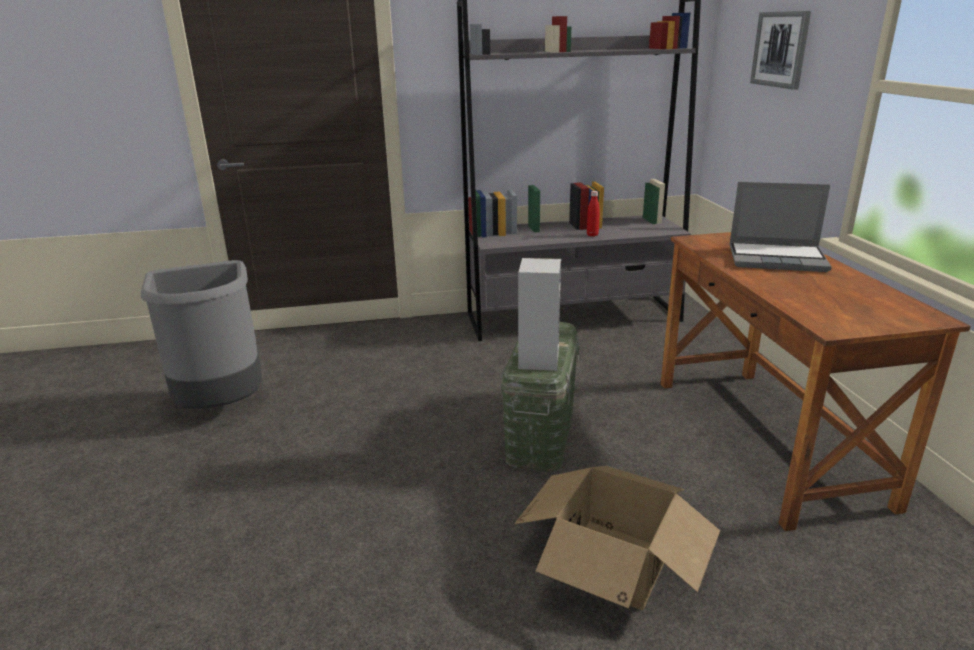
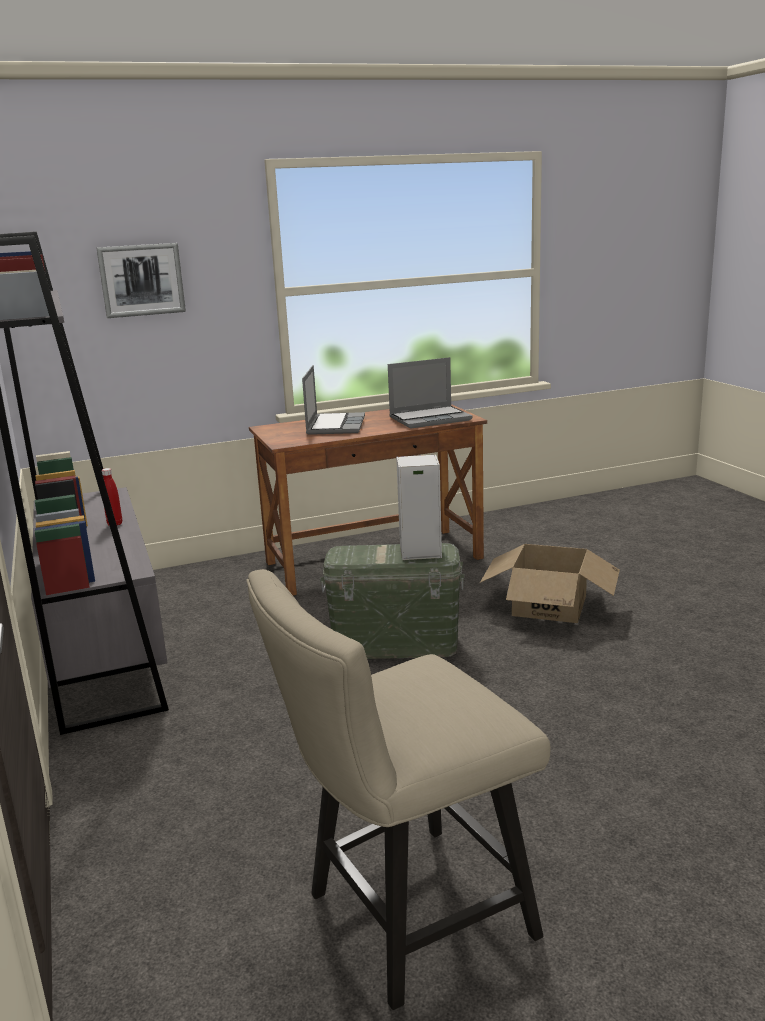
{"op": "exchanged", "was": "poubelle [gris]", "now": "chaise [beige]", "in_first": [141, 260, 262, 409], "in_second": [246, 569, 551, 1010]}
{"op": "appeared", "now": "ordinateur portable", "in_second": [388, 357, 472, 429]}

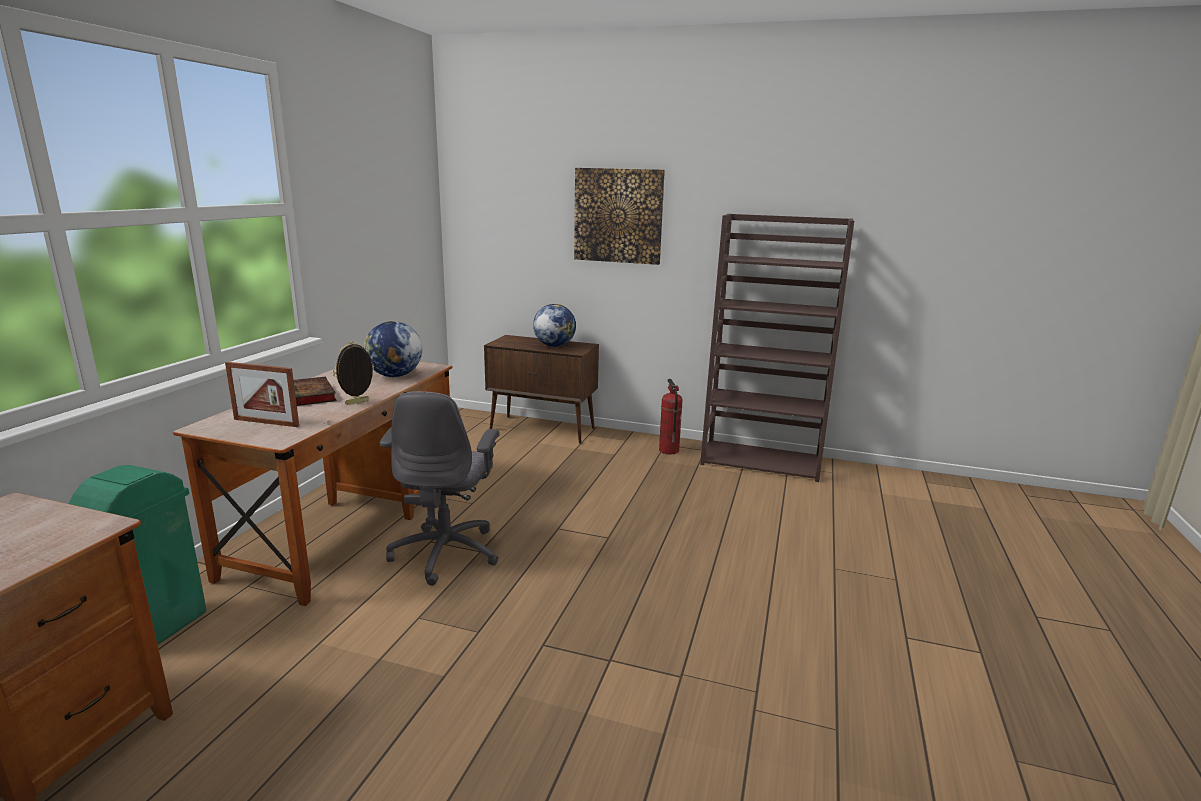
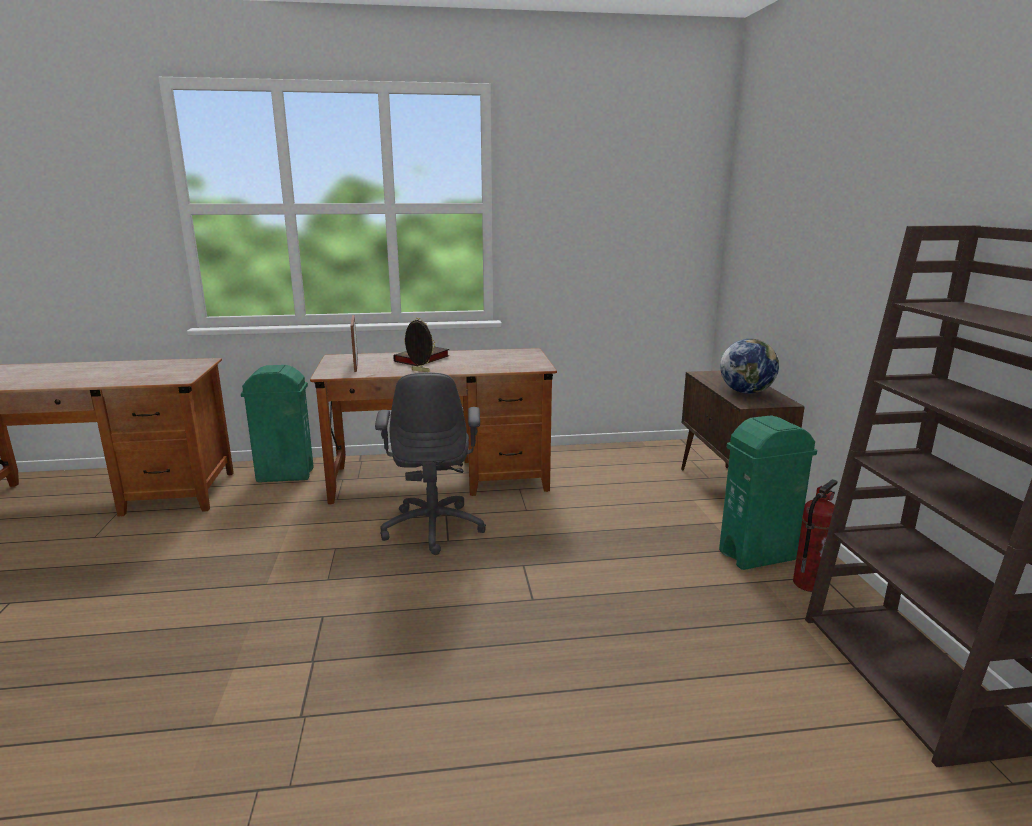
{"op": "missing", "was": "tableau", "in_first": [574, 168, 665, 265]}
{"op": "missing", "was": "globe", "in_first": [363, 321, 422, 377]}
{"op": "spun", "was": "chaise de bureau [gris]", "in_first": [380, 391, 499, 586], "in_second": [375, 372, 486, 555], "clockwise": -75}
{"op": "appeared", "now": "poubelle [vert]", "in_second": [719, 415, 817, 570]}

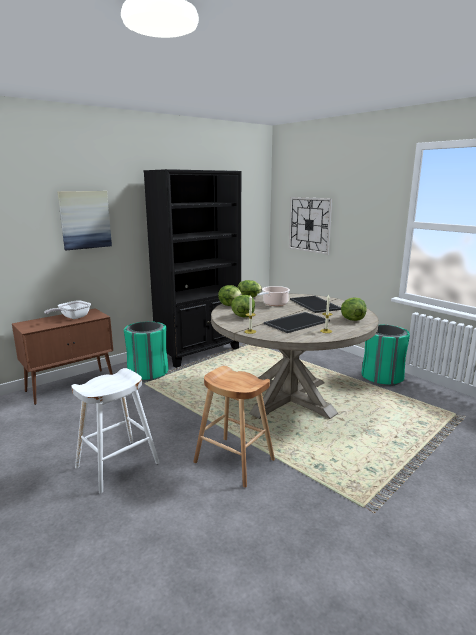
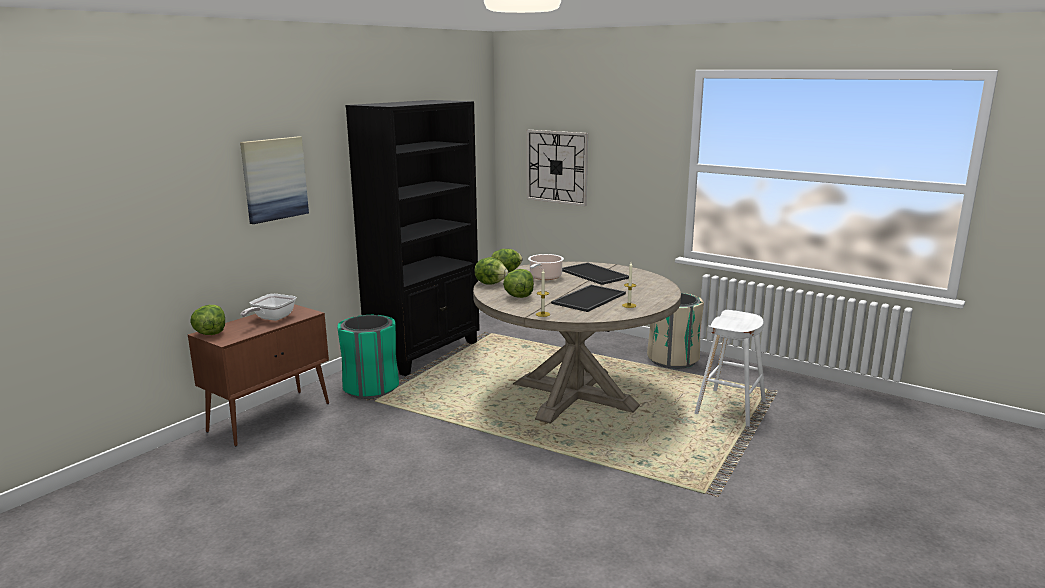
{"op": "relocated", "was": "laitue", "in_first": [341, 297, 367, 321], "in_second": [190, 305, 225, 335]}
{"op": "colour", "was": "poubelle [vert]", "now": "poubelle [beige]", "in_first": [361, 324, 410, 386], "in_second": [647, 293, 704, 369]}
{"op": "missing", "was": "tabouret [marron]", "in_first": [193, 366, 275, 488]}
{"op": "relocated", "was": "tabouret [blanc]", "in_first": [71, 368, 160, 493], "in_second": [695, 310, 766, 427]}

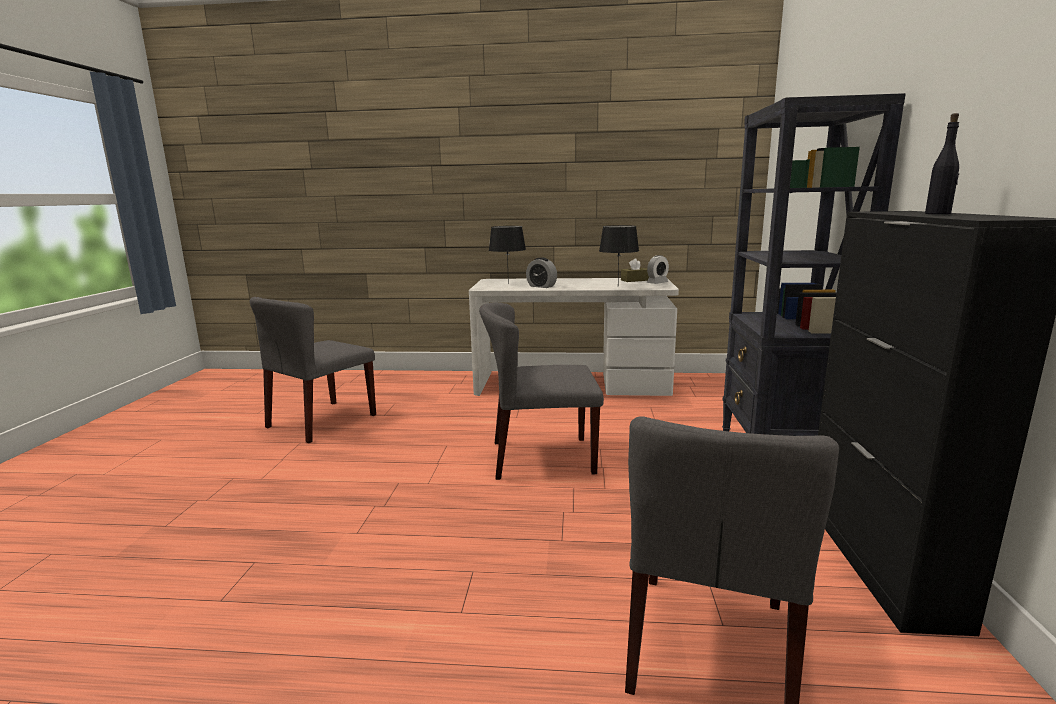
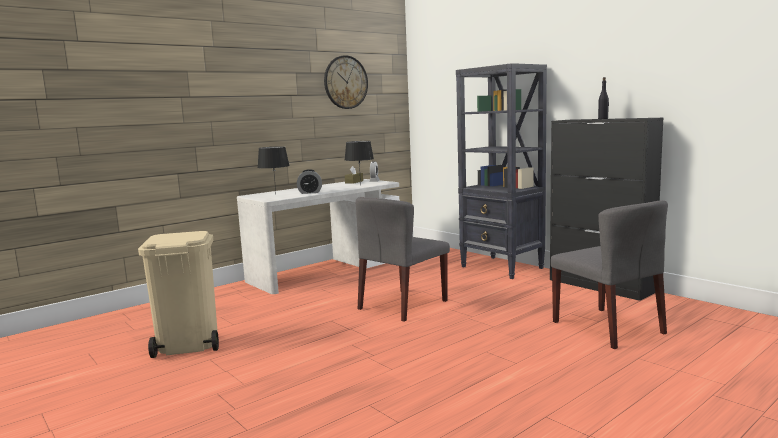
{"op": "exchanged", "was": "chaise [gris]", "now": "poubelle [beige]", "in_first": [250, 297, 376, 443], "in_second": [138, 231, 219, 358]}
{"op": "appeared", "now": "horloge murale", "in_second": [324, 55, 368, 109]}

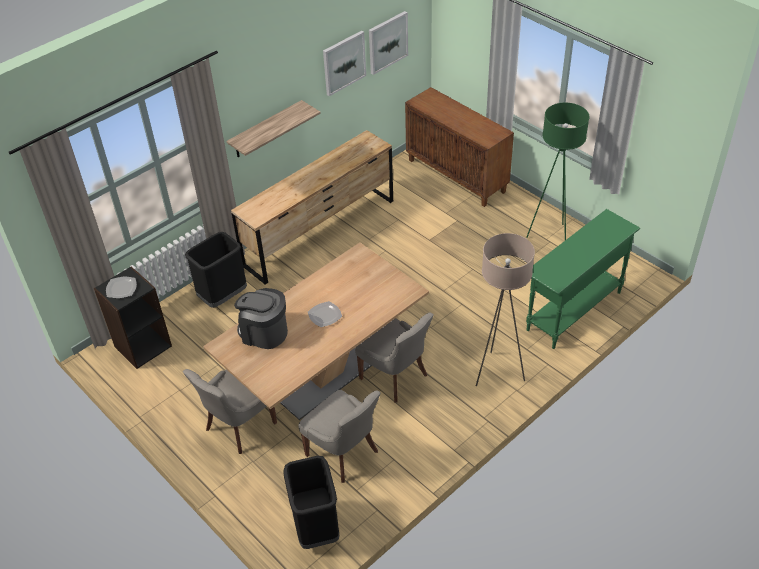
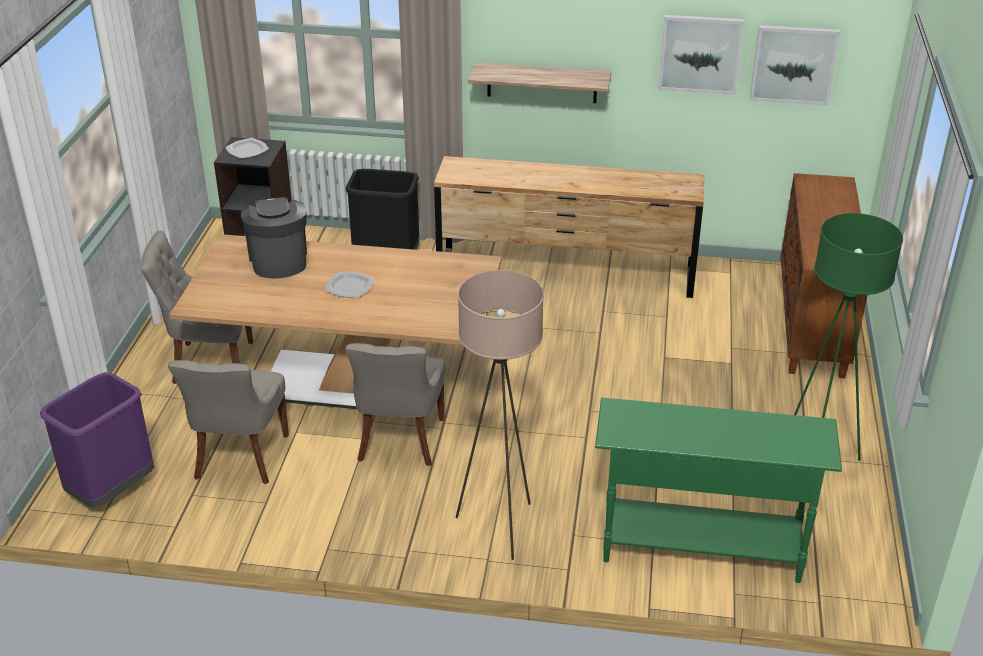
{"op": "colour", "was": "poubelle [noir]", "now": "poubelle [violet]", "in_first": [283, 456, 339, 549], "in_second": [40, 372, 154, 508]}

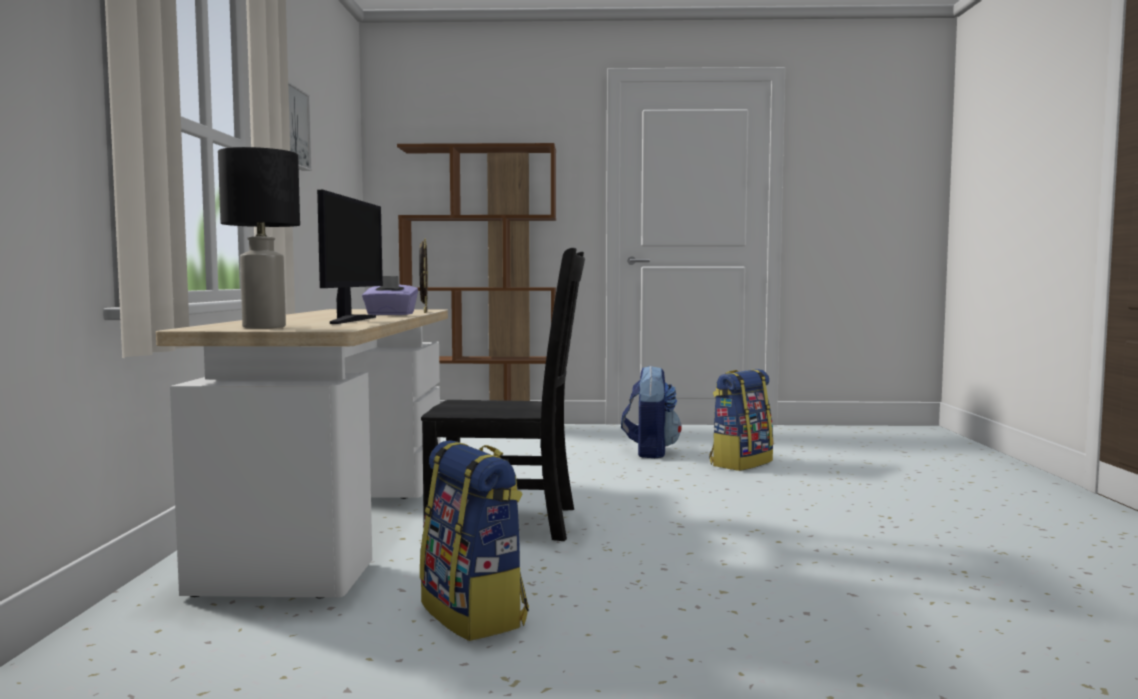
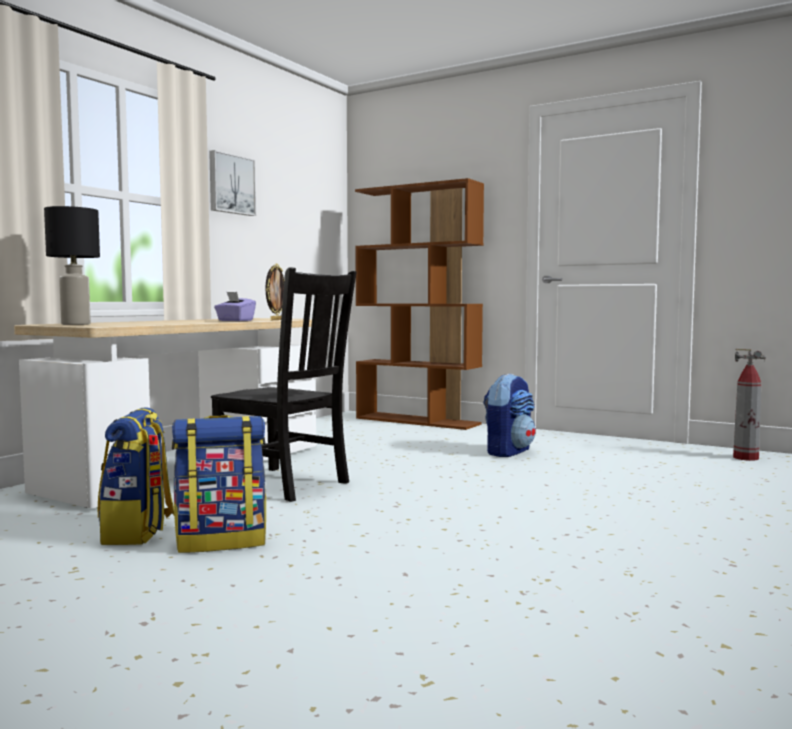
{"op": "missing", "was": "écran d'ordinateur", "in_first": [317, 190, 383, 324]}
{"op": "relocated", "was": "sac à dos", "in_first": [709, 369, 774, 471], "in_second": [172, 415, 266, 553]}
{"op": "appeared", "now": "extincteur", "in_second": [733, 349, 766, 461]}

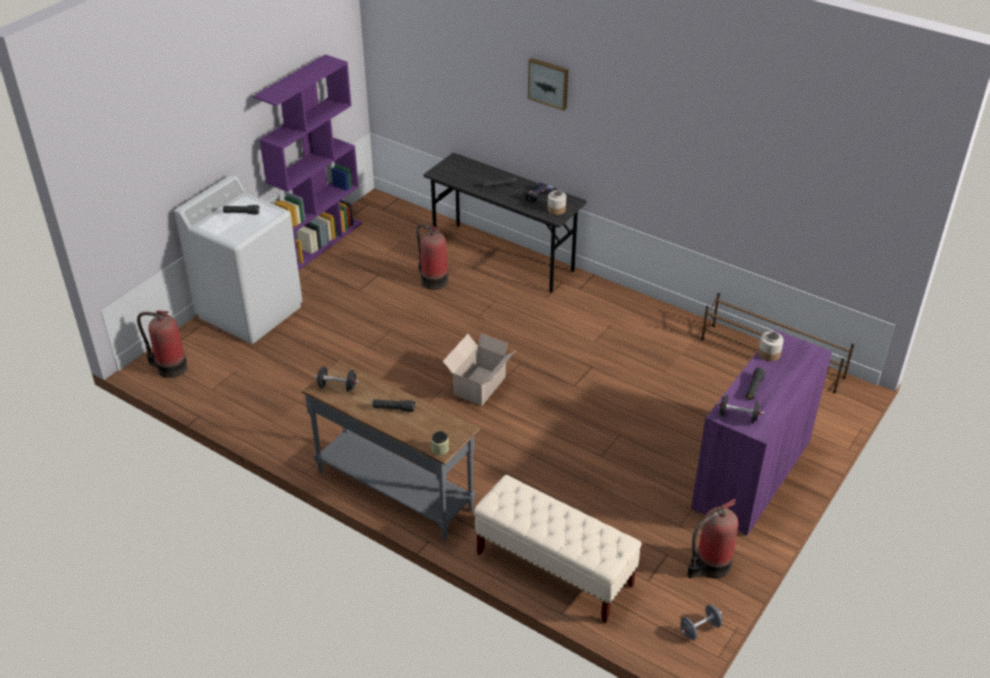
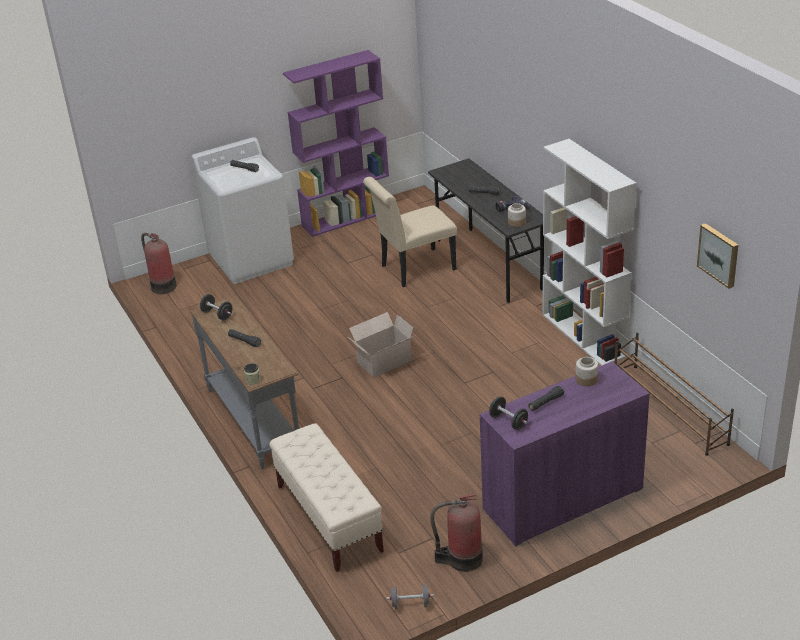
{"op": "relocated", "was": "tableau", "in_first": [528, 58, 568, 111], "in_second": [697, 223, 738, 289]}
{"op": "exchanged", "was": "extincteur", "now": "chaise [beige]", "in_first": [416, 223, 448, 290], "in_second": [363, 177, 457, 287]}
{"op": "appeared", "now": "bibliothèque [blanc]", "in_second": [542, 139, 636, 365]}

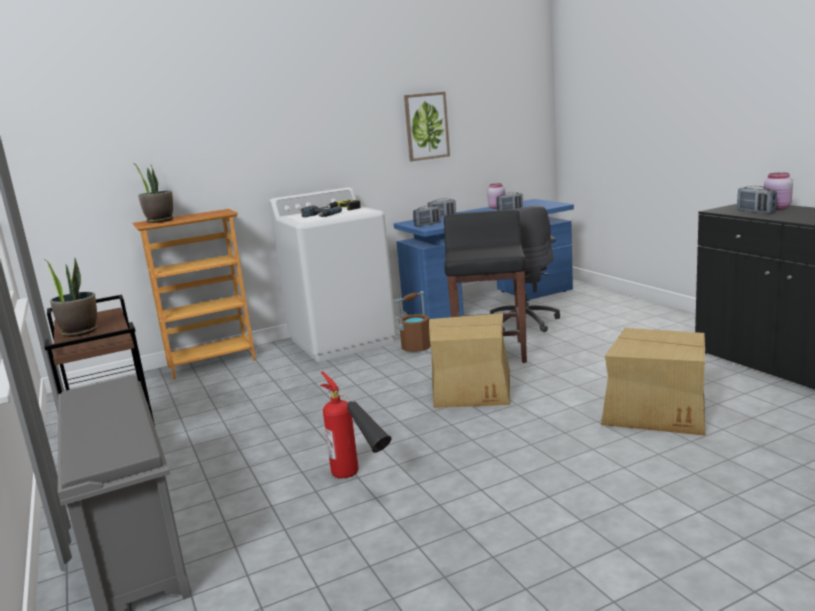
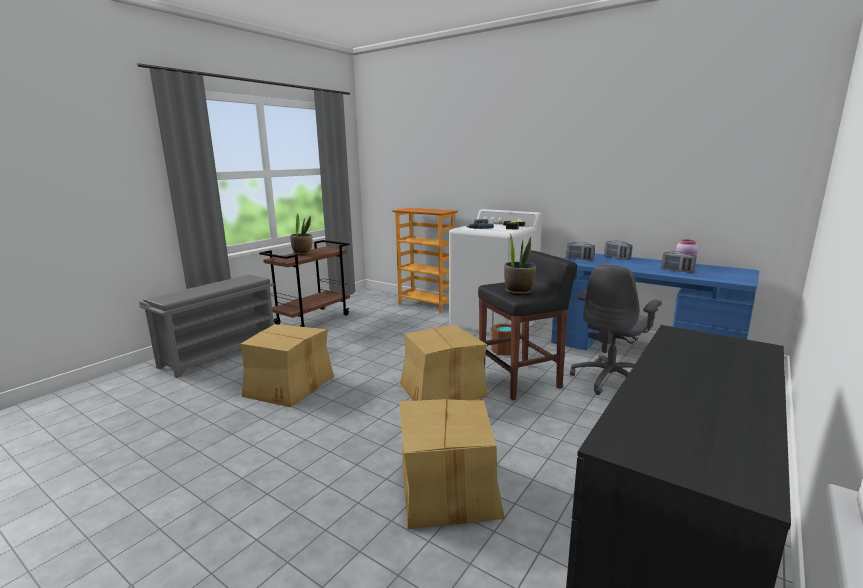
{"op": "missing", "was": "tableau", "in_first": [404, 92, 450, 161]}
{"op": "relocated", "was": "plante en pot", "in_first": [134, 163, 173, 223], "in_second": [504, 234, 536, 295]}
{"op": "missing", "was": "bocal [rose]", "in_first": [763, 172, 793, 210]}
{"op": "missing", "was": "radio", "in_first": [737, 186, 777, 214]}
{"op": "exchanged", "was": "extincteur", "now": "carton", "in_first": [320, 371, 391, 478], "in_second": [240, 324, 334, 407]}

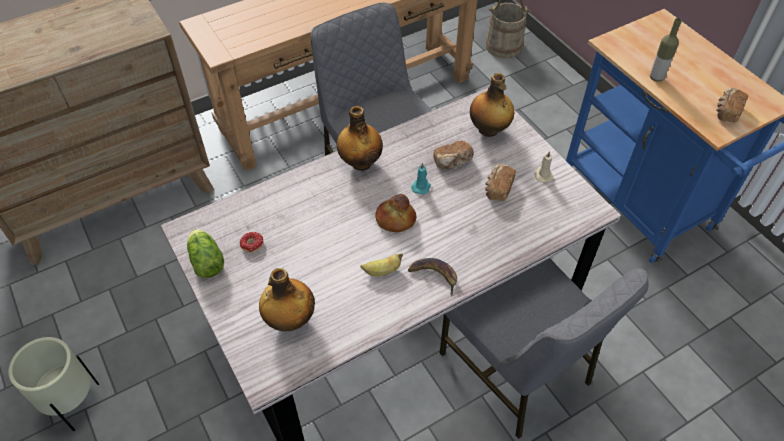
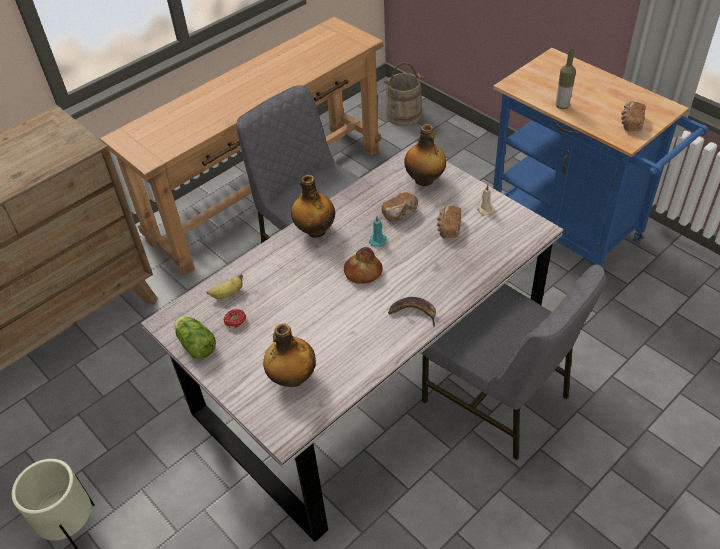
{"op": "relocated", "was": "banane", "in_first": [360, 253, 403, 276], "in_second": [206, 274, 243, 299]}

